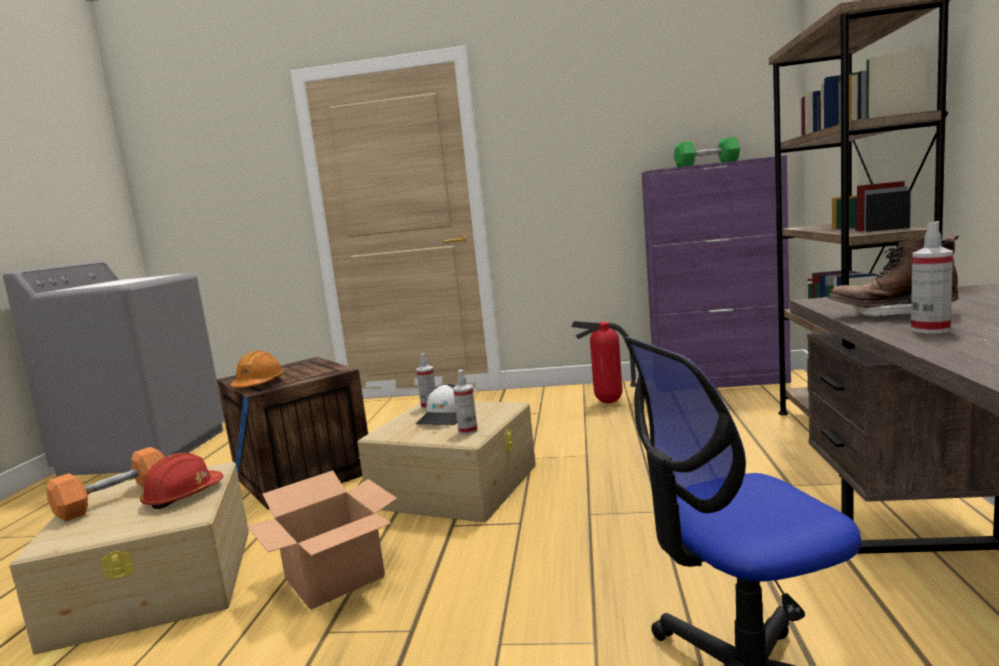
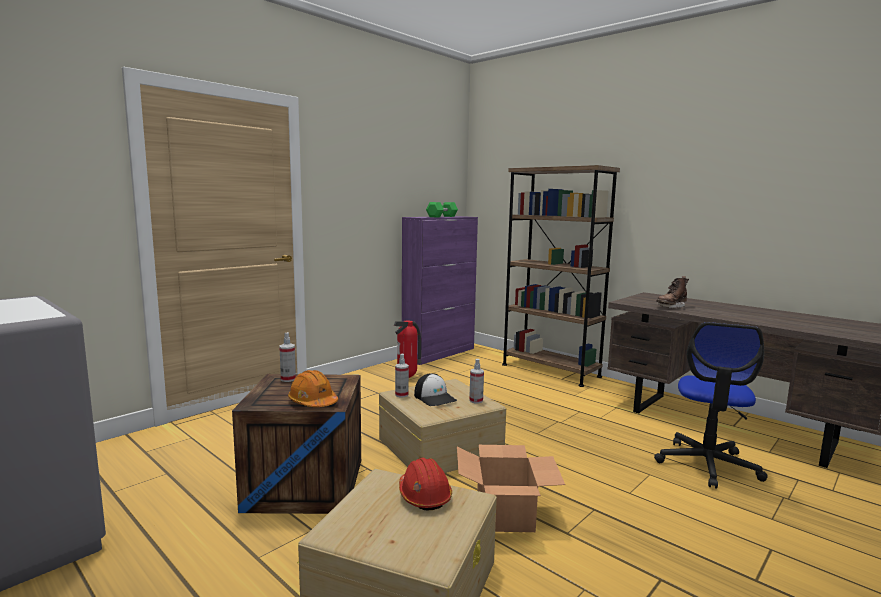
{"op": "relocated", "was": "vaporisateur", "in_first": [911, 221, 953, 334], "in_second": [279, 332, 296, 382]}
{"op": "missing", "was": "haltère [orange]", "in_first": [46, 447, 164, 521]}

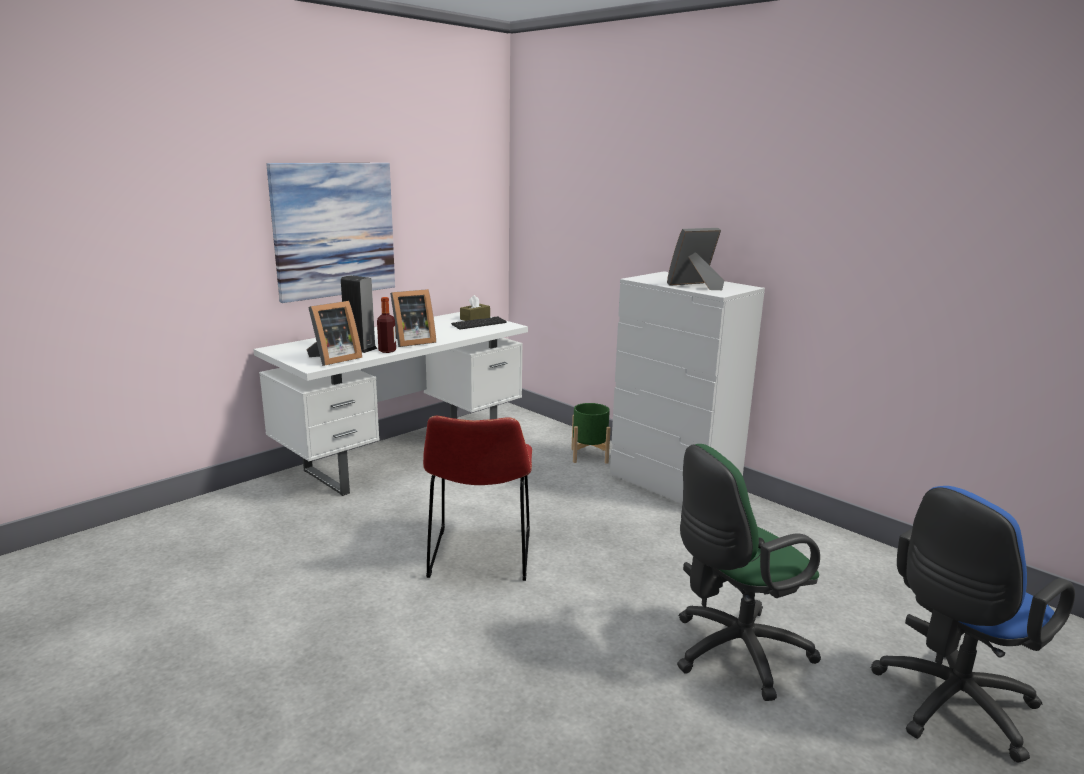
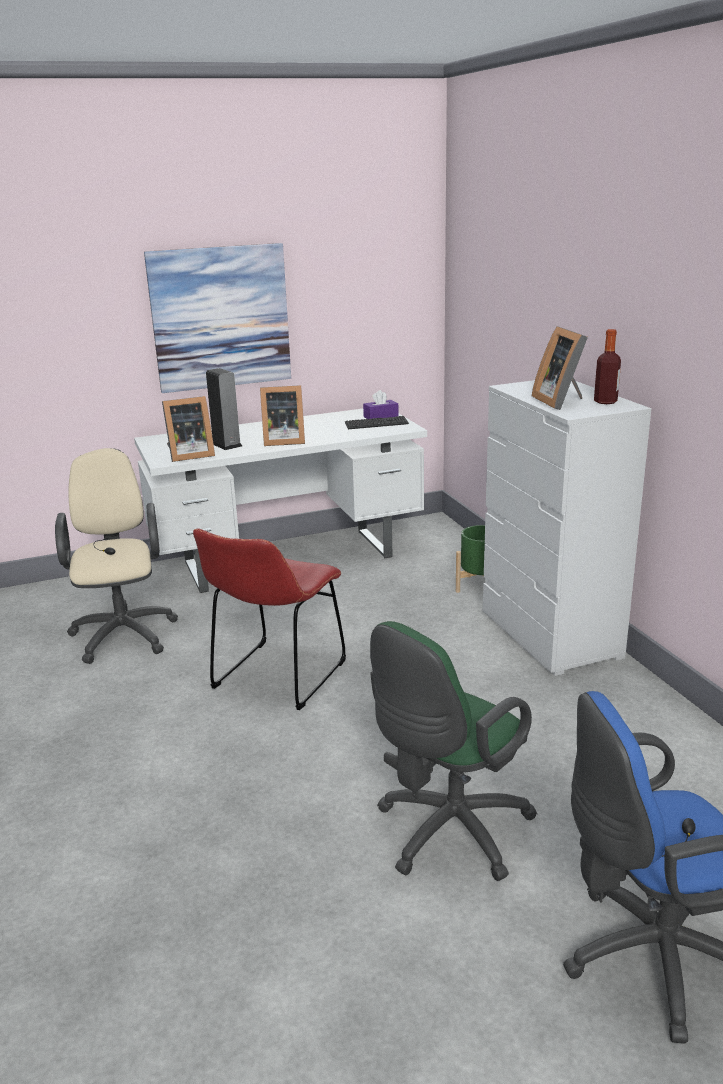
{"op": "spun", "was": "cadre photo", "in_first": [667, 228, 724, 290], "in_second": [532, 326, 588, 410], "clockwise": -105}
{"op": "colour", "was": "boîte à mouchoirs [marron]", "now": "boîte à mouchoirs [violet]", "in_first": [460, 295, 490, 321], "in_second": [363, 390, 399, 419]}
{"op": "relocated", "was": "bouteille", "in_first": [377, 297, 396, 353], "in_second": [594, 329, 621, 404]}
{"op": "spun", "was": "chaise de bureau [vert]", "in_first": [677, 444, 821, 701], "in_second": [370, 621, 537, 881], "clockwise": -45}
{"op": "appeared", "now": "chaise de bureau [beige]", "in_second": [55, 448, 178, 664]}

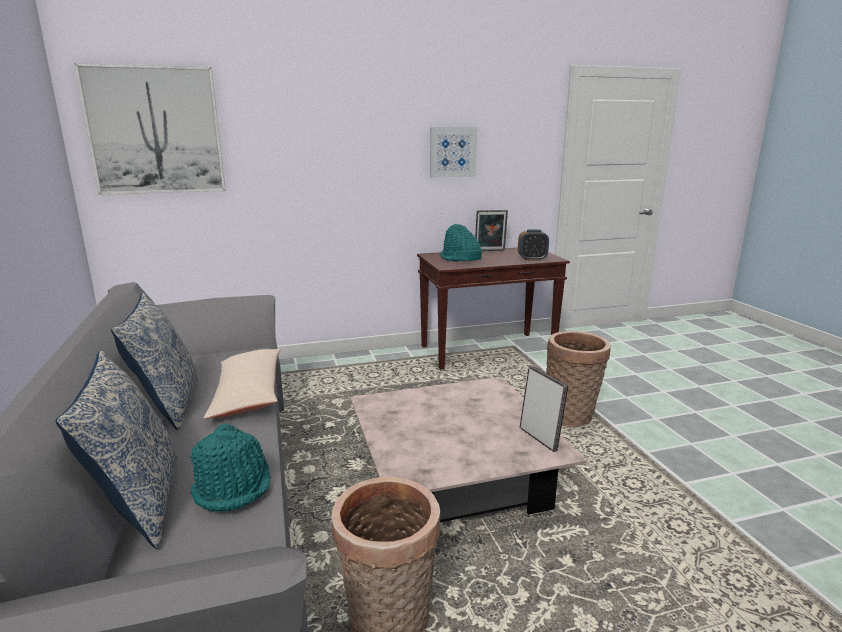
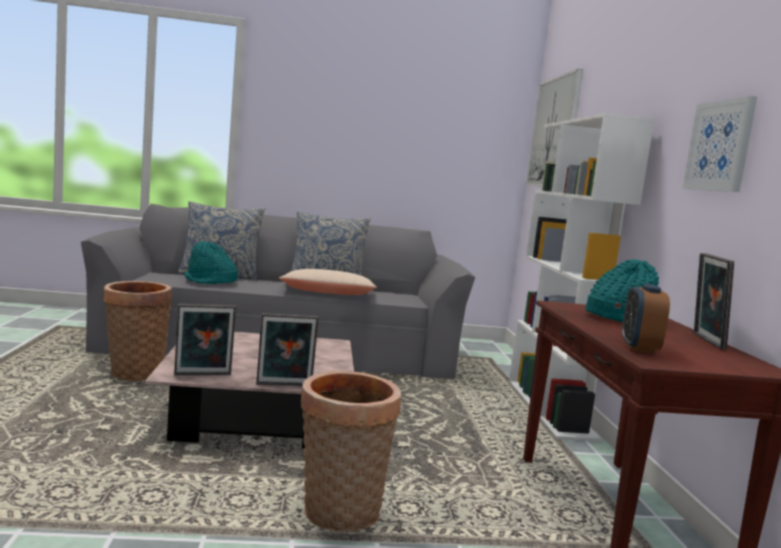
{"op": "appeared", "now": "bibliothèque [blanc]", "in_second": [509, 113, 655, 442]}
{"op": "appeared", "now": "cadre photo", "in_second": [256, 313, 319, 386]}

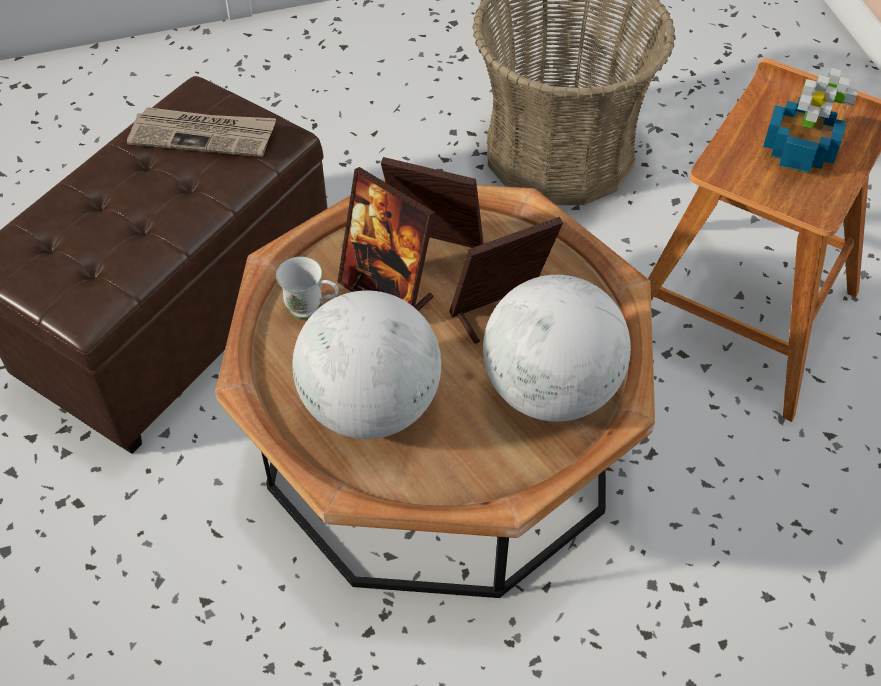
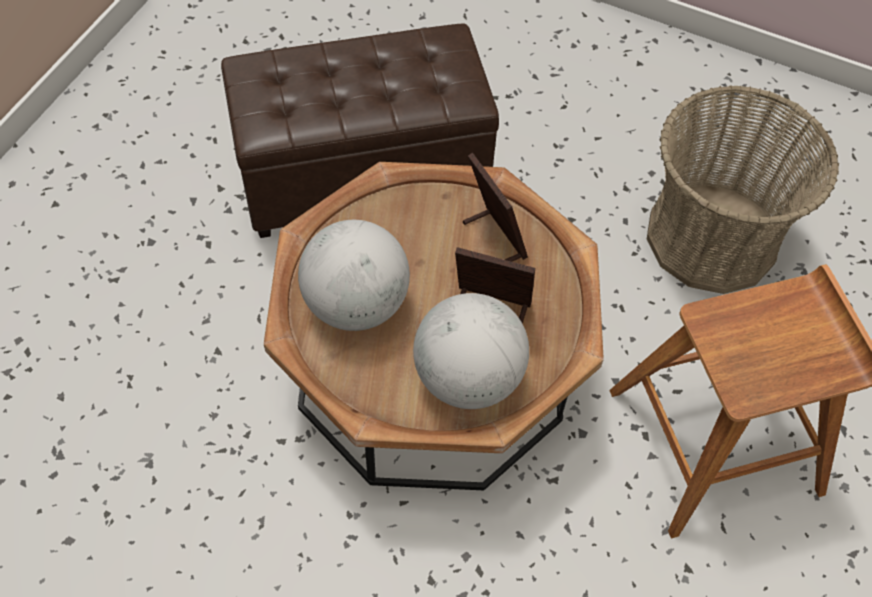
{"op": "missing", "was": "plante en pot", "in_first": [763, 68, 858, 173]}
{"op": "missing", "was": "journal", "in_first": [127, 107, 276, 157]}
{"op": "missing", "was": "cadre photo", "in_first": [337, 167, 435, 311]}
{"op": "missing", "was": "mug [blanc]", "in_first": [276, 256, 339, 319]}

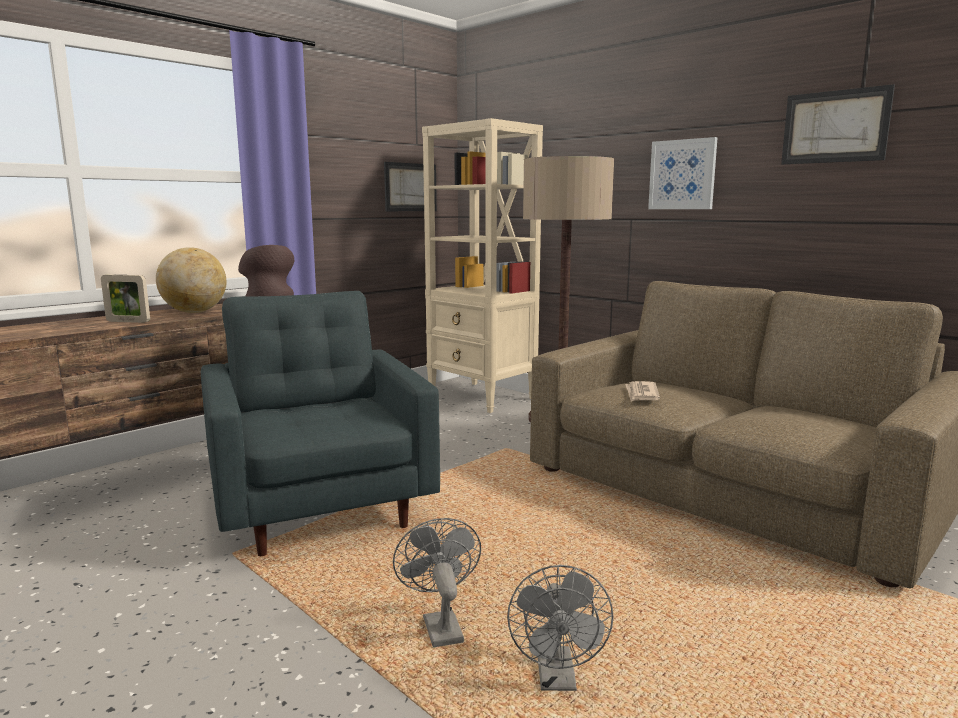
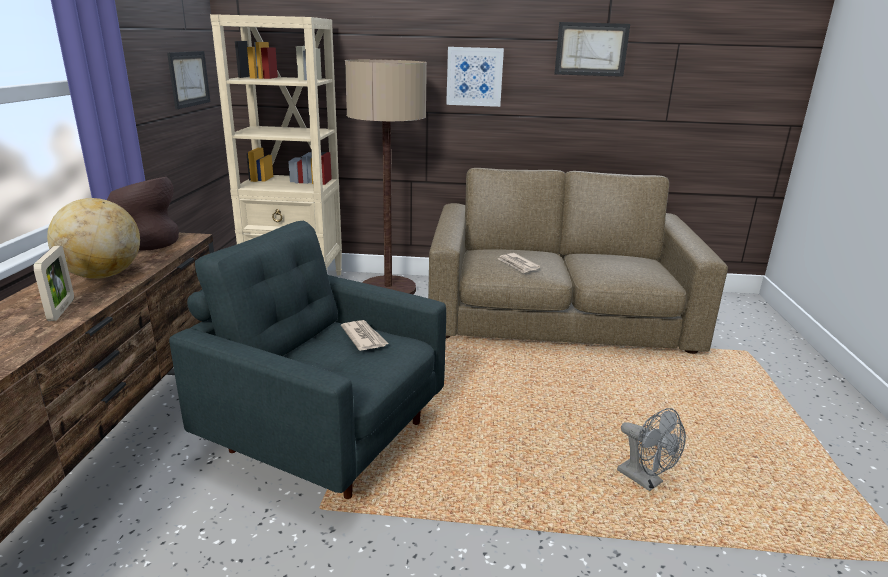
{"op": "spun", "was": "cadre photo", "in_first": [101, 274, 150, 323], "in_second": [33, 246, 74, 321], "clockwise": -75}
{"op": "missing", "was": "ventilateur [gris]", "in_first": [393, 518, 481, 648]}
{"op": "appeared", "now": "journal", "in_second": [341, 320, 388, 351]}

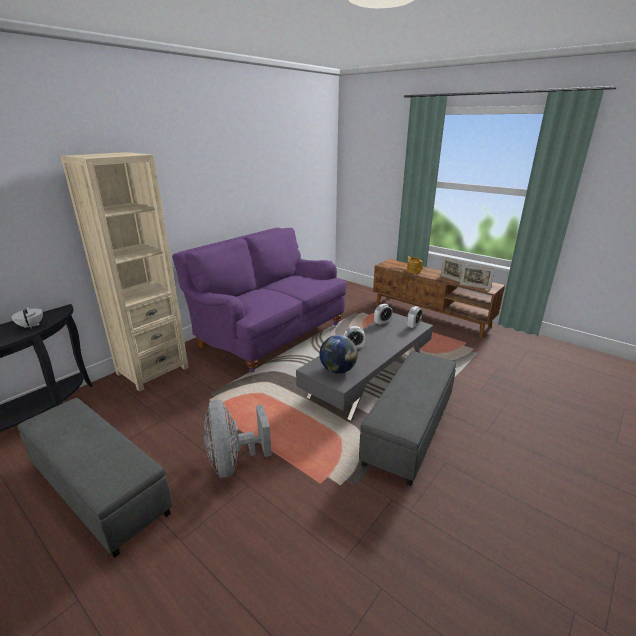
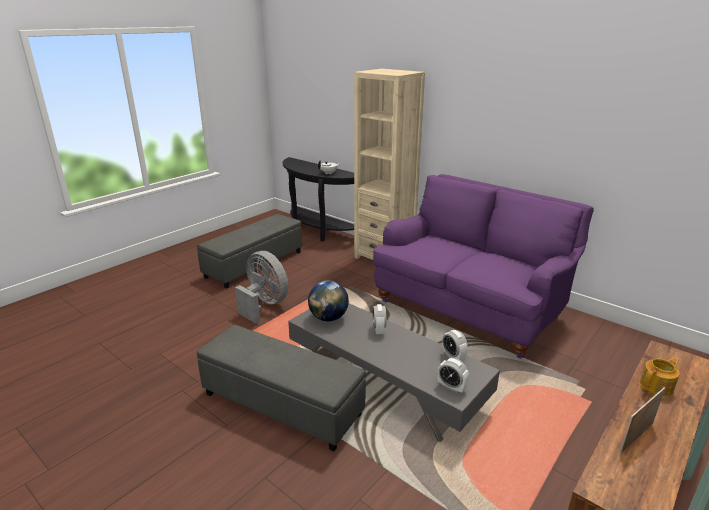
{"op": "missing", "was": "cadre photo", "in_first": [460, 264, 495, 289]}
{"op": "spun", "was": "ventilateur [gris]", "in_first": [204, 400, 272, 478], "in_second": [235, 251, 288, 323], "clockwise": 60}

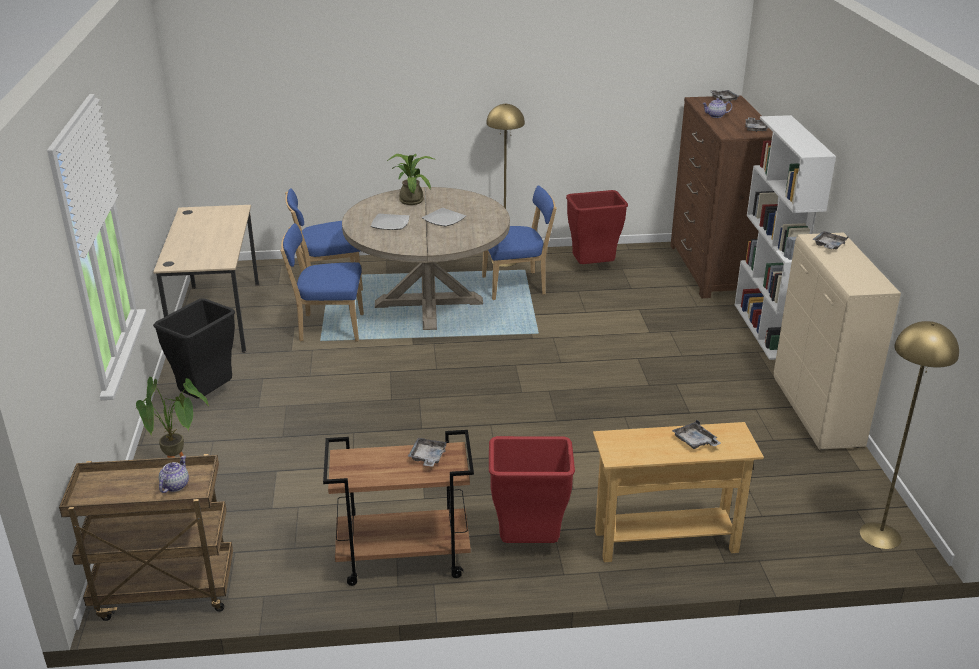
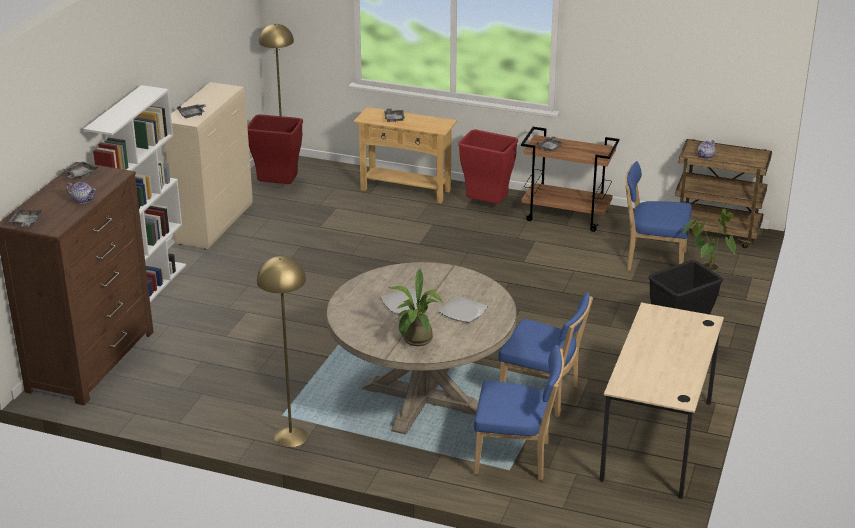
{"op": "relocated", "was": "chaise [bleu]", "in_first": [482, 185, 557, 300], "in_second": [625, 161, 692, 271]}
{"op": "relocated", "was": "poubelle [rouge]", "in_first": [566, 190, 628, 264], "in_second": [247, 114, 303, 184]}

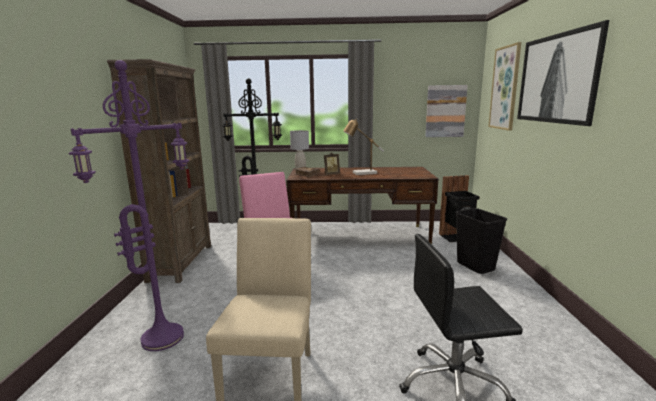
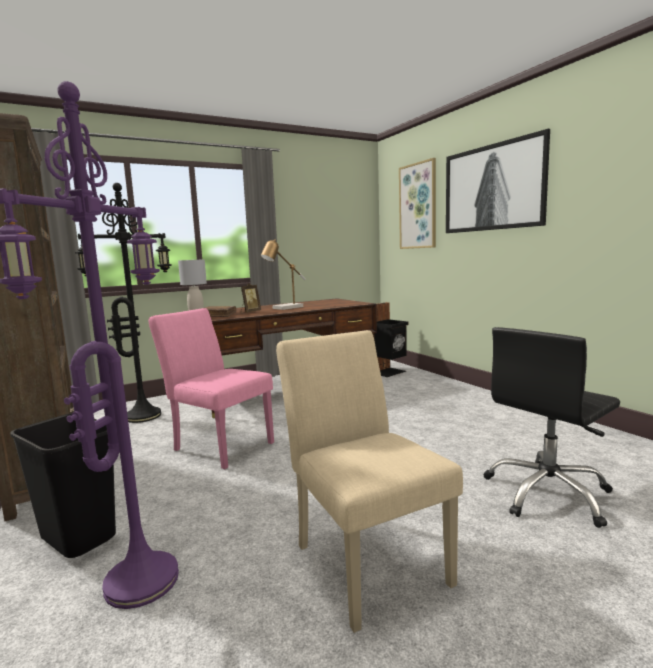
{"op": "missing", "was": "tableau", "in_first": [425, 85, 468, 137]}
{"op": "relocated", "was": "poubelle [noir]", "in_first": [456, 208, 507, 274], "in_second": [10, 413, 116, 558]}

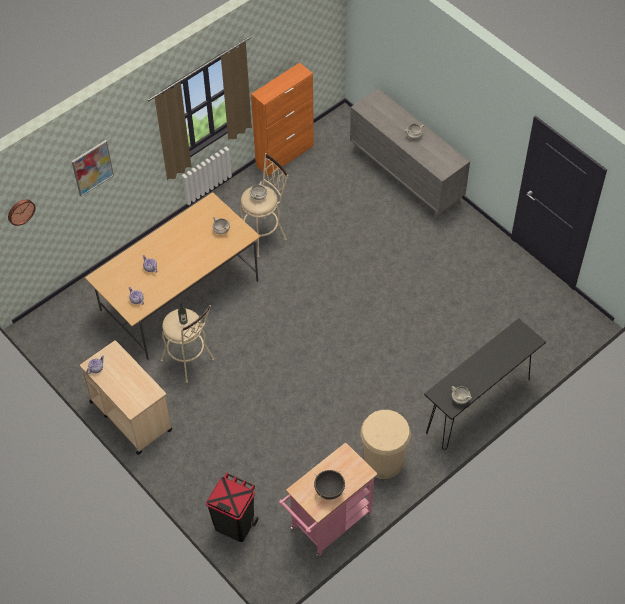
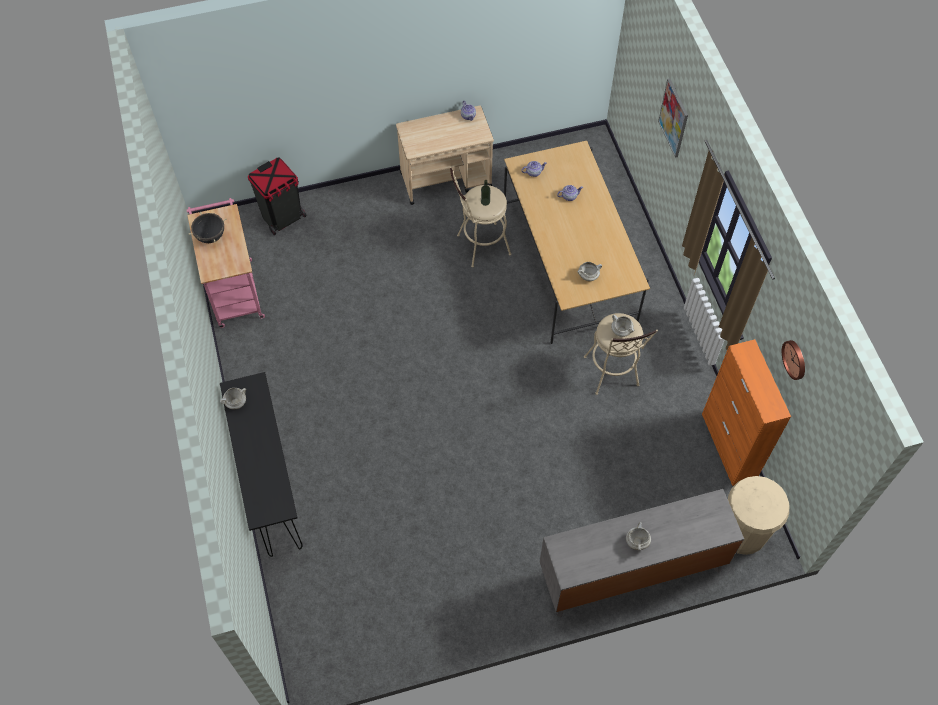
{"op": "relocated", "was": "horloge murale", "in_first": [8, 199, 36, 226], "in_second": [782, 340, 805, 380]}
{"op": "relocated", "was": "poubelle [beige]", "in_first": [361, 410, 411, 479], "in_second": [728, 476, 789, 555]}

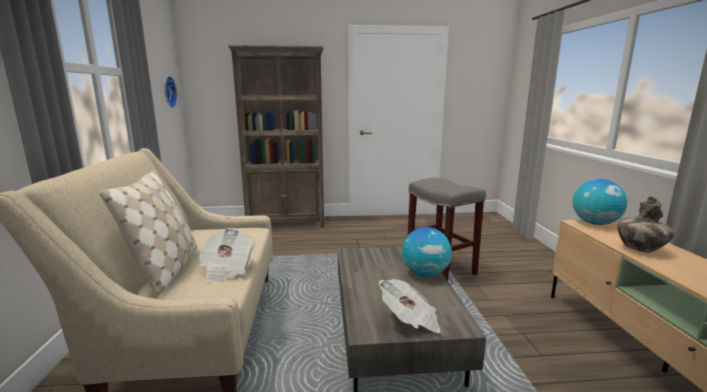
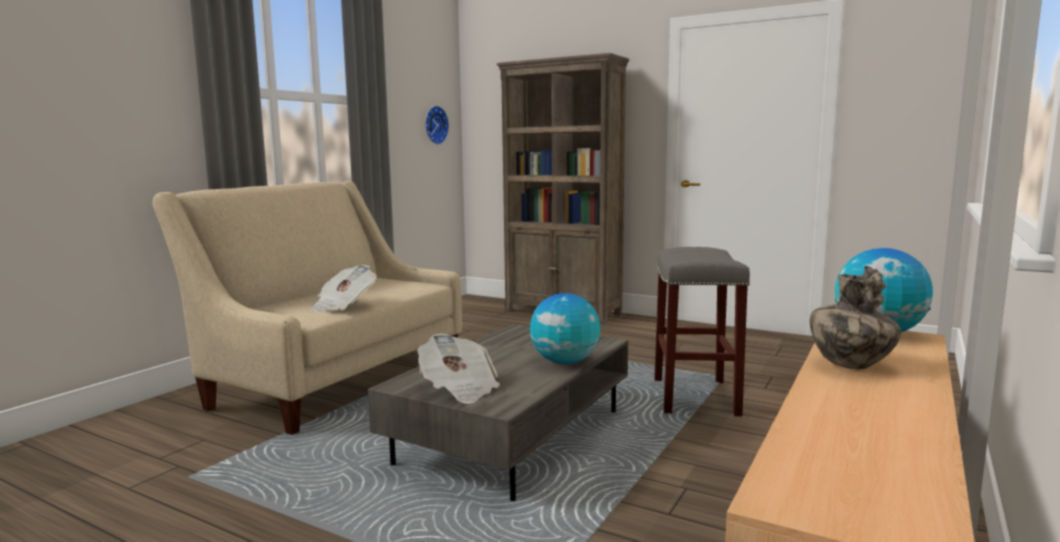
{"op": "missing", "was": "coussin [beige]", "in_first": [99, 170, 197, 295]}

